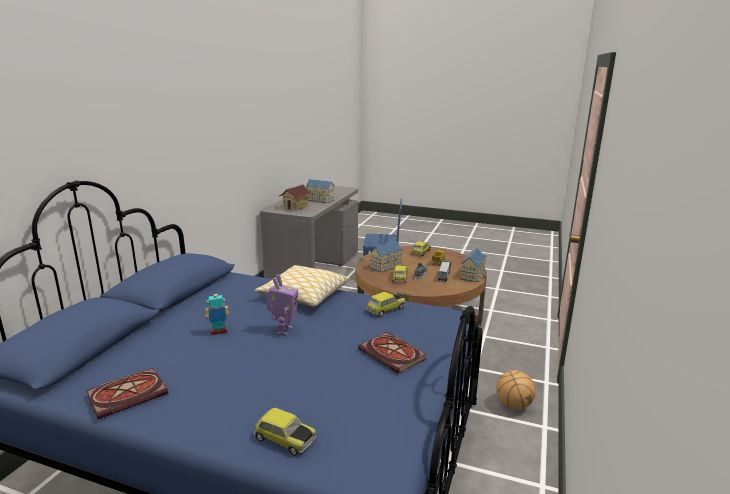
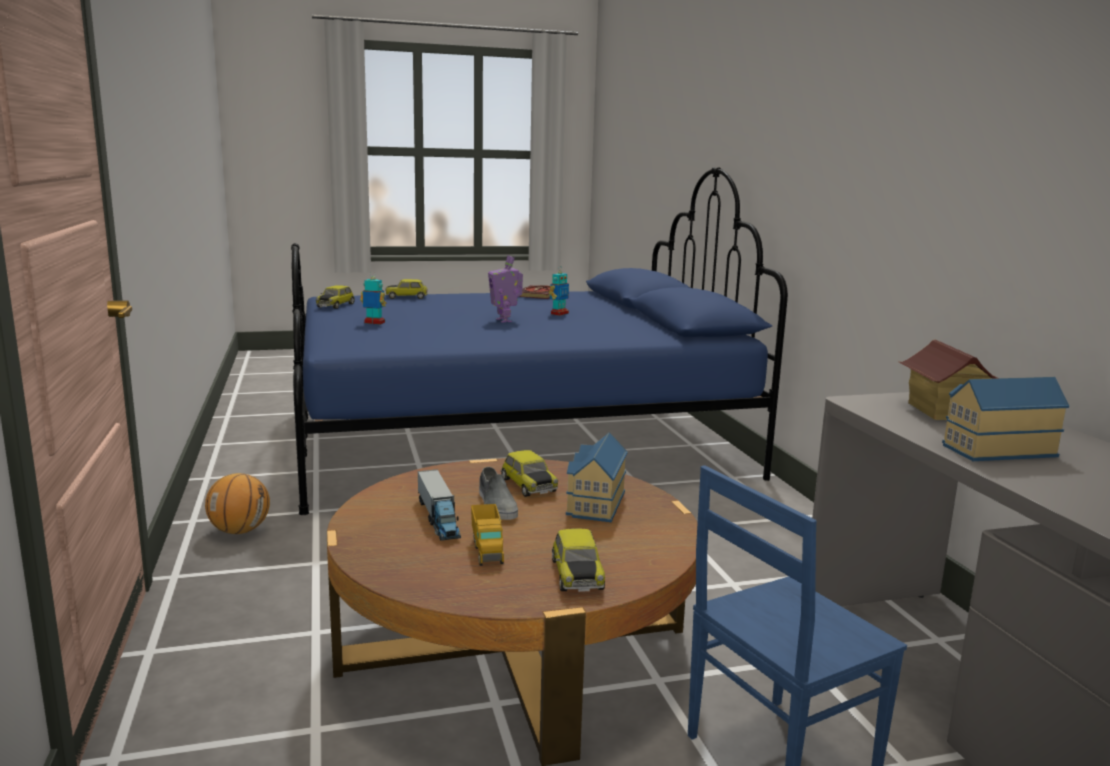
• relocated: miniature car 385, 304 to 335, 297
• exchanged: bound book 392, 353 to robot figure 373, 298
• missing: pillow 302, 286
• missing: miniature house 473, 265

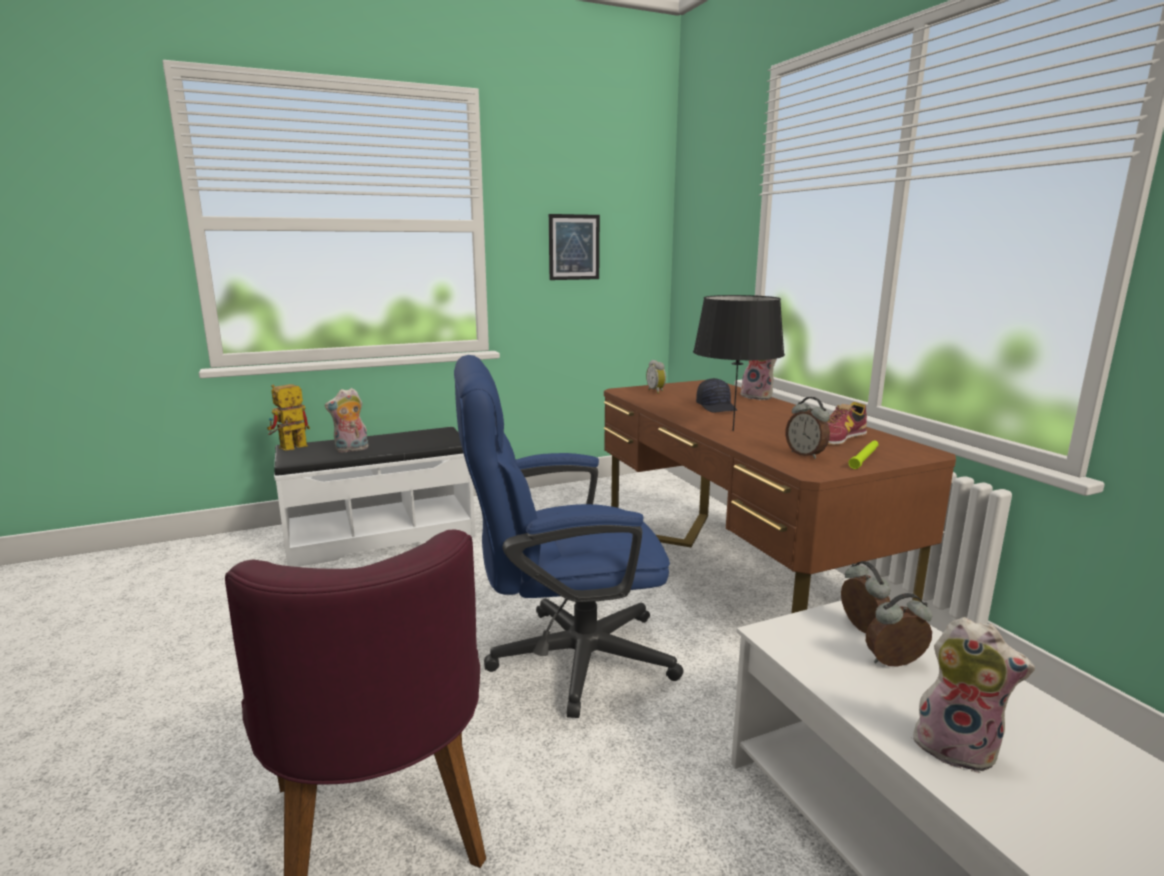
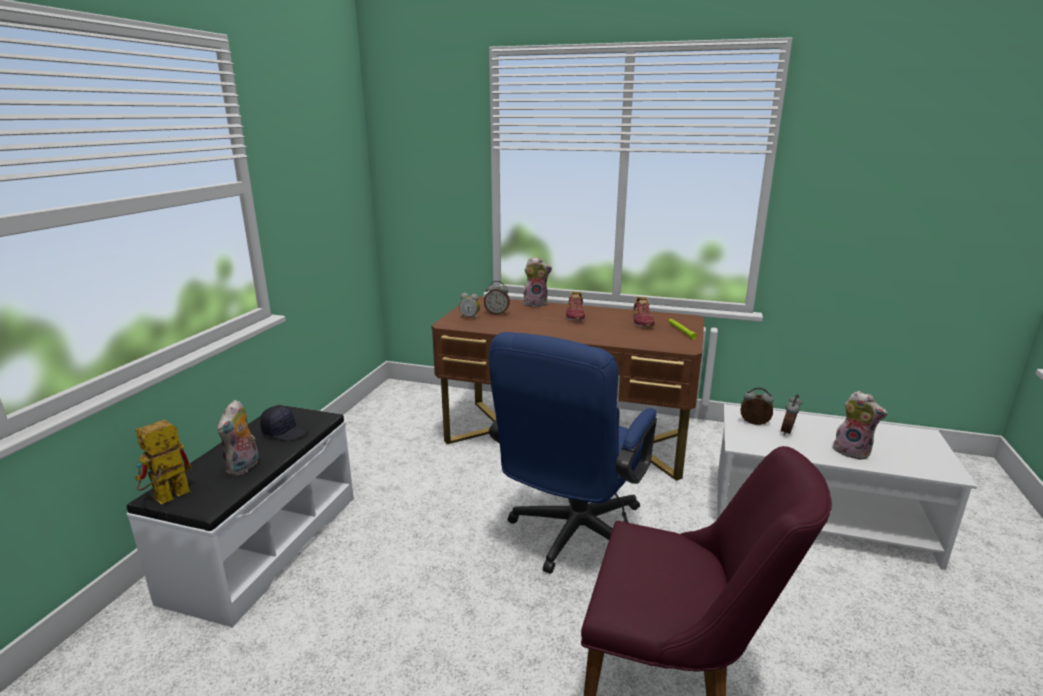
• spun: robot figure 288, 417 = 163, 462 45 degrees clockwise
• relocated: baseball cap in blackish 716, 395 to 283, 423
• relocated: bedside clock 807, 428 to 497, 298
• appeared: item of footwear 575, 306
• spun: plush toy 971, 695 = 860, 425 60 degrees clockwise
• missing: picture 574, 247
• missing: tabletop lamp in blackish 739, 363

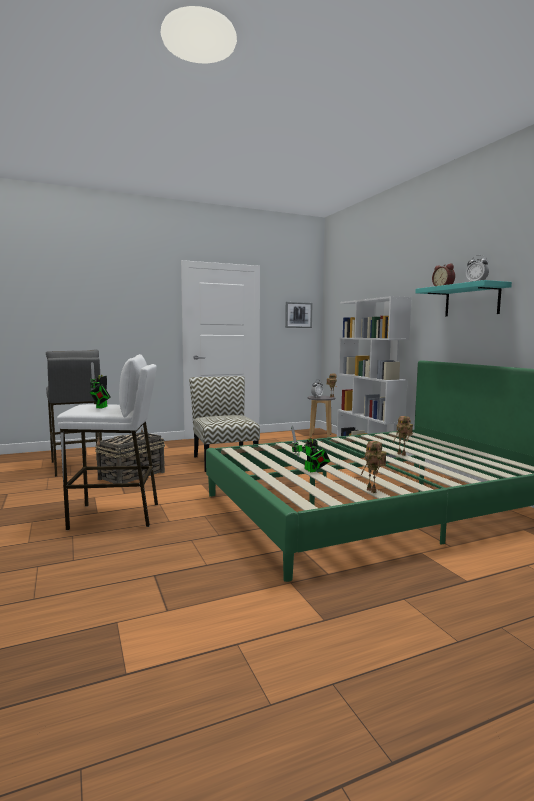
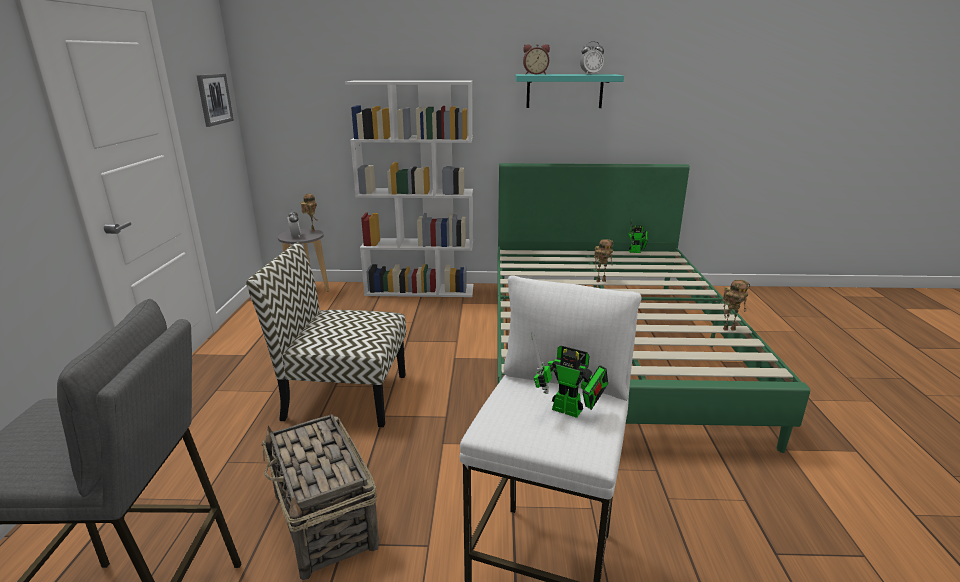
• relocated: robot figure 310, 449 to 638, 236

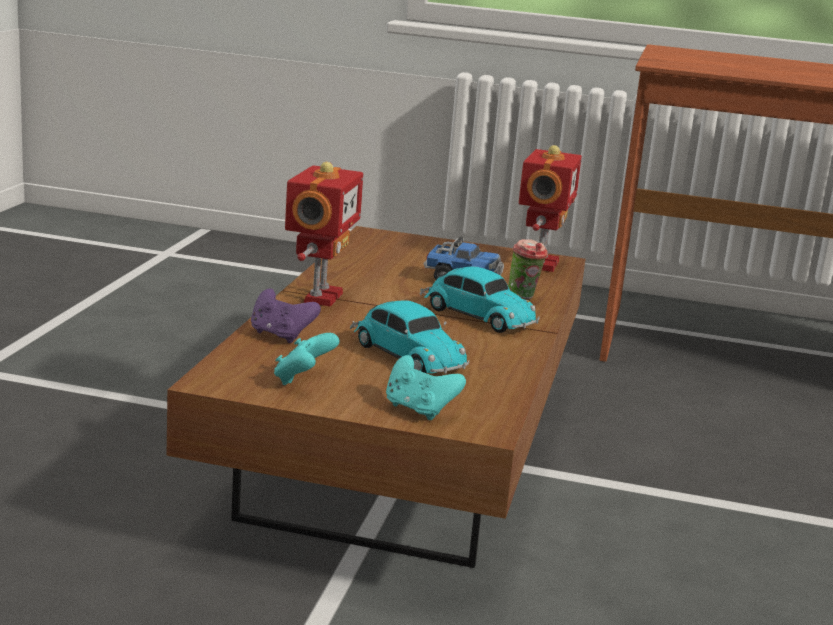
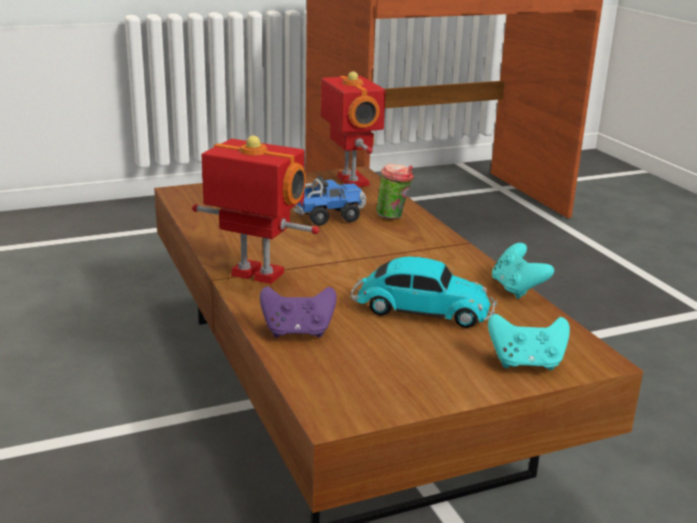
• spun: robot figure 324, 234 = 256, 210 45 degrees counterclockwise
• relocated: game controller in turquoise-coloured 306, 359 to 523, 271
• missing: miniature car 480, 299

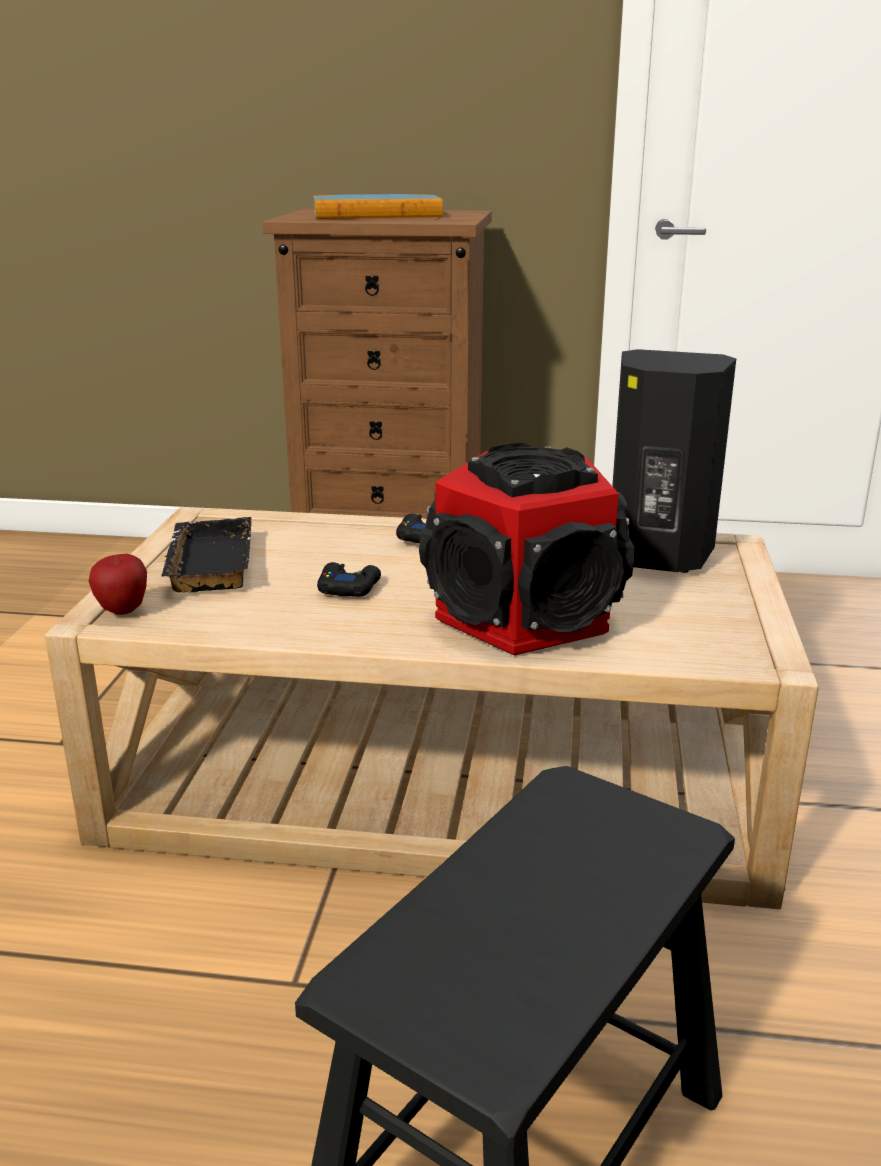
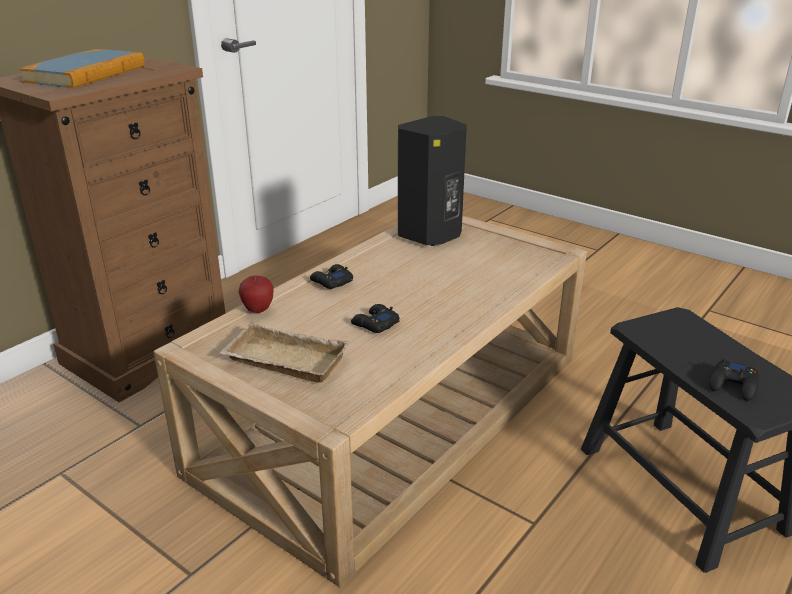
• colour: tray in blackish 206, 554 to tray in beige 284, 352
• relocated: whole apple 118, 584 to 256, 294
• appeared: game controller in blackish 734, 379
• missing: loudspeaker 526, 549

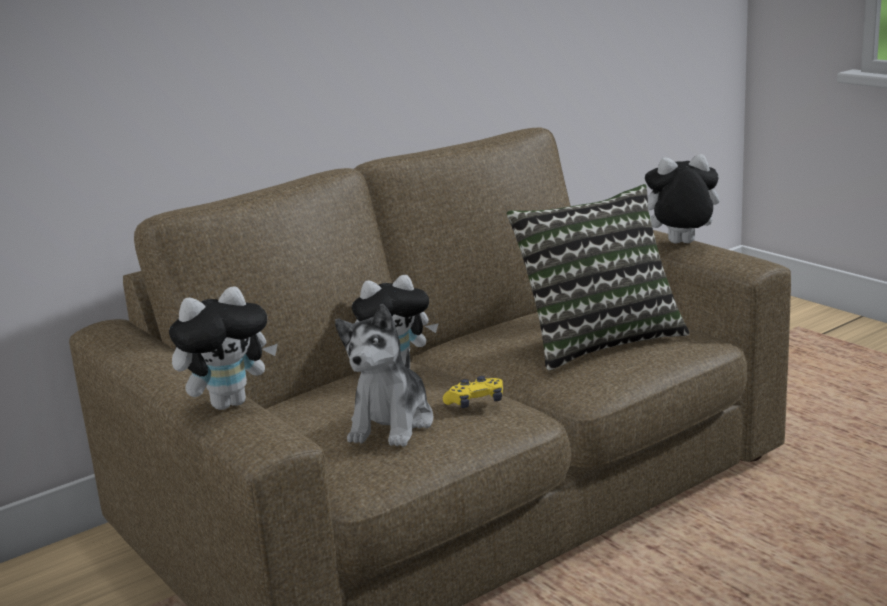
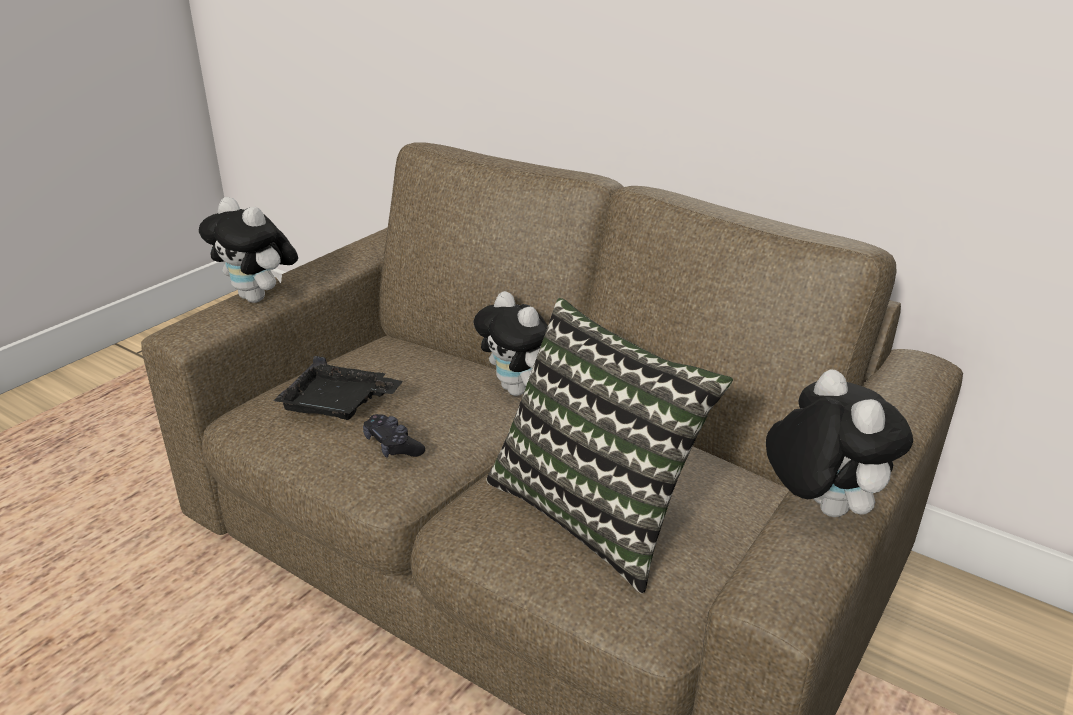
• exchanged: plush toy 384, 375 to tray in blackish 338, 388
• colour: game controller in yellowish 473, 392 to game controller in blackish 394, 436

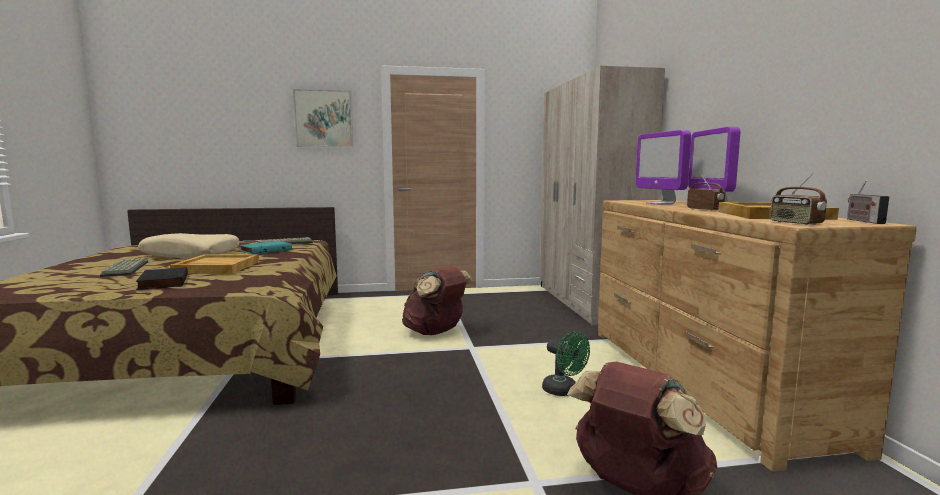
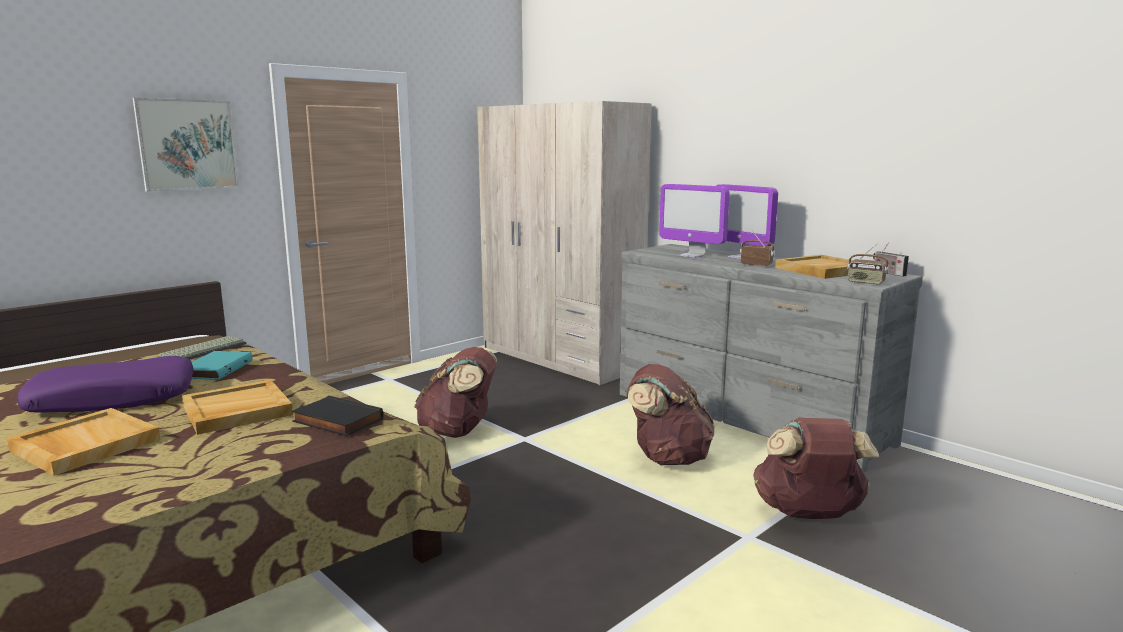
• exchanged: PC keyboard 124, 267 to tray in beige 84, 442
• colour: pillow in beige 189, 246 to pillow in purple-coloured 105, 384
• relocated: bound book in blackish 162, 278 to 338, 416
• colour: chest of drawers in brownish 757, 336 to chest of drawers in grey 771, 358
• exchanged: cooling fan in green 566, 363 to knapsack in brownish 671, 414

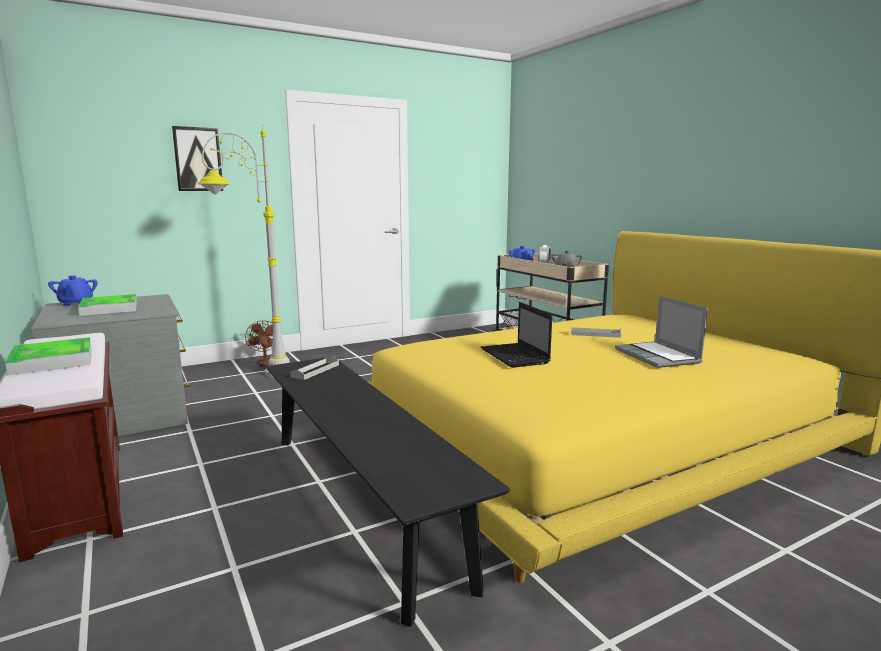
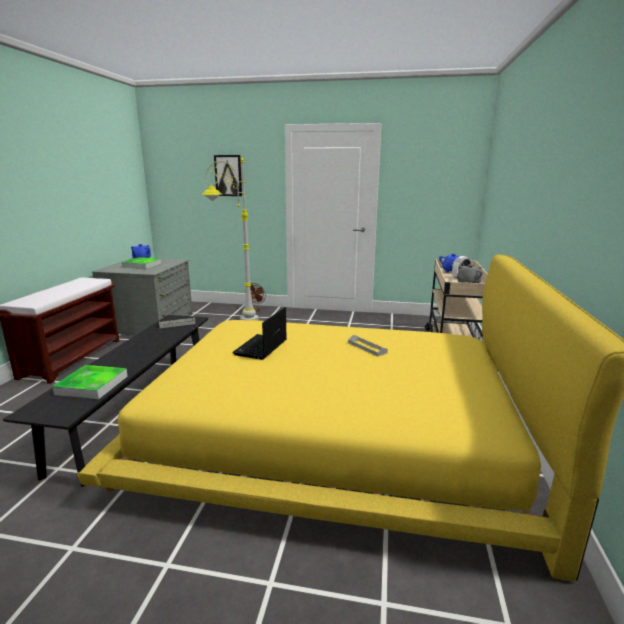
• relocated: tray 48, 356 to 90, 382
• missing: laptop 661, 331

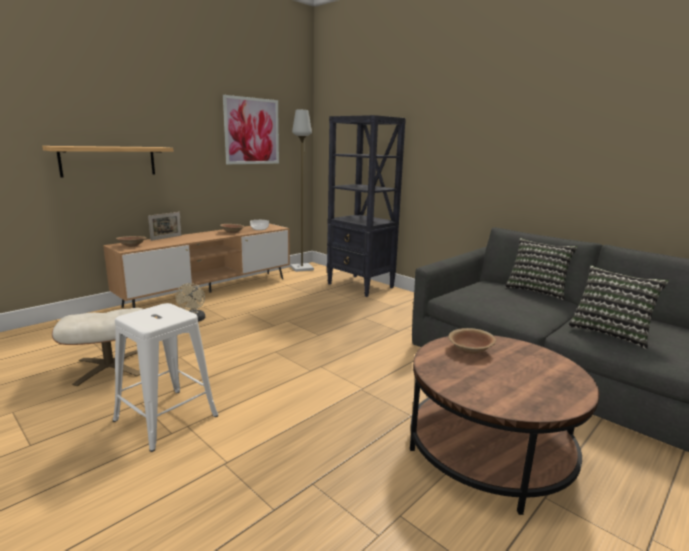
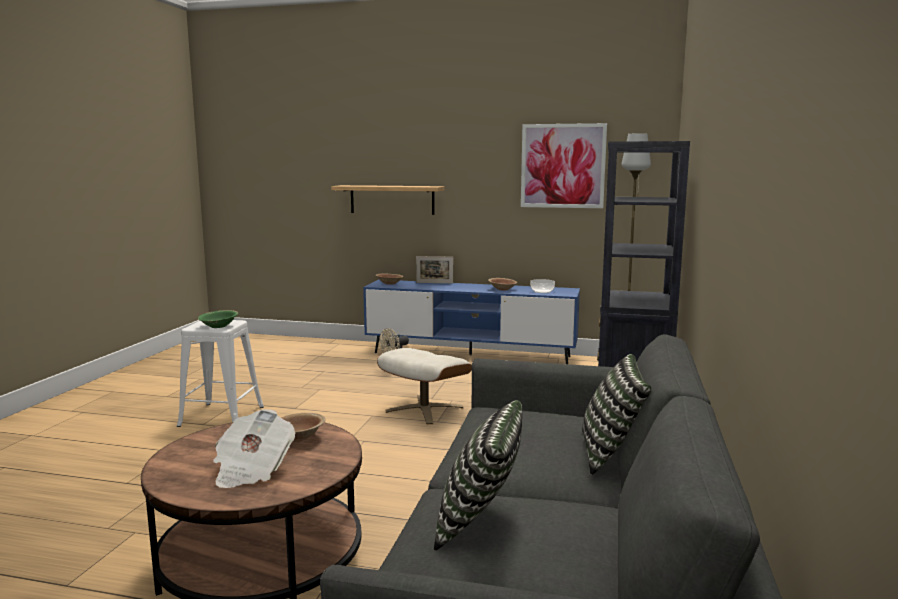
• appeared: serving bowl in green 218, 319
• appeared: printed paper 254, 448
• colour: tv unit in brownish 196, 266 to tv unit in bluish 471, 322
• relocated: ottoman in beige 97, 347 to 424, 386

